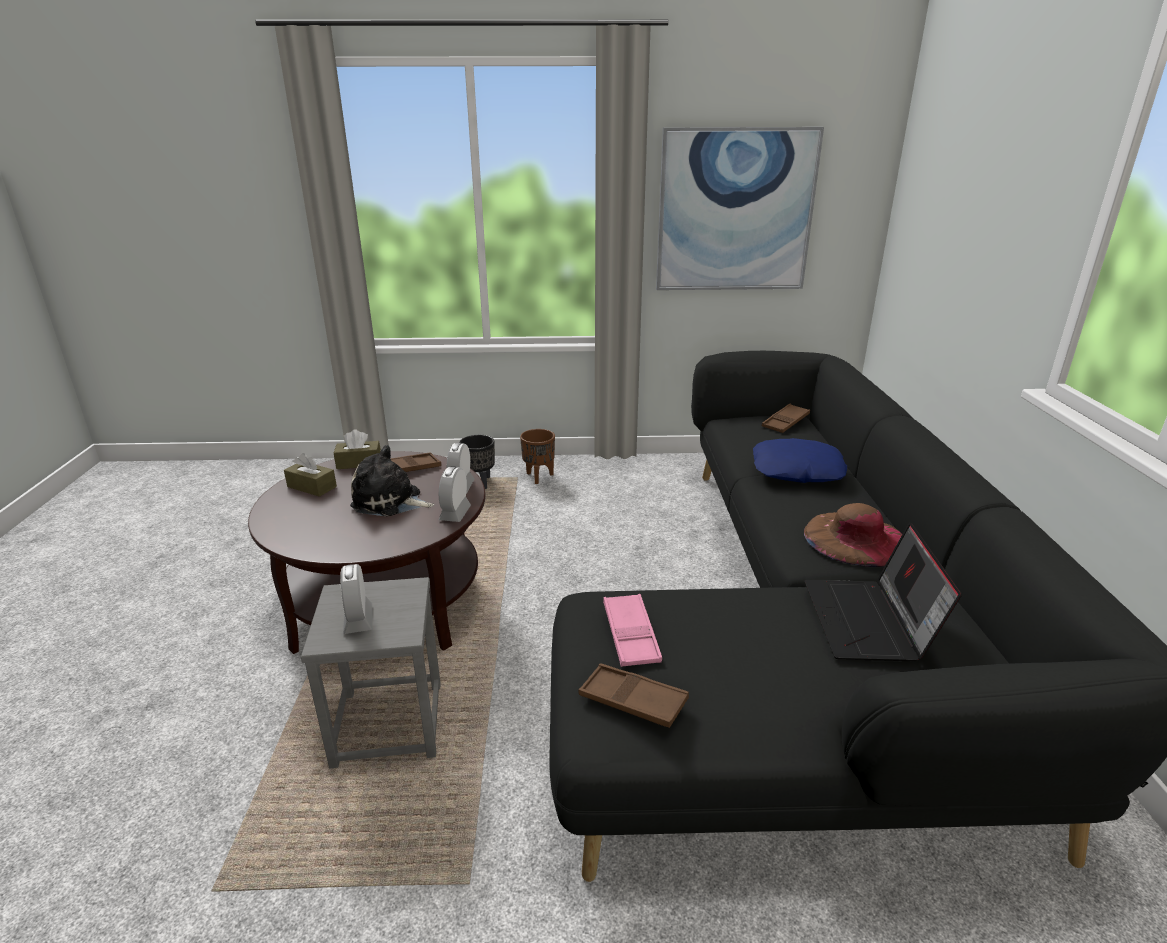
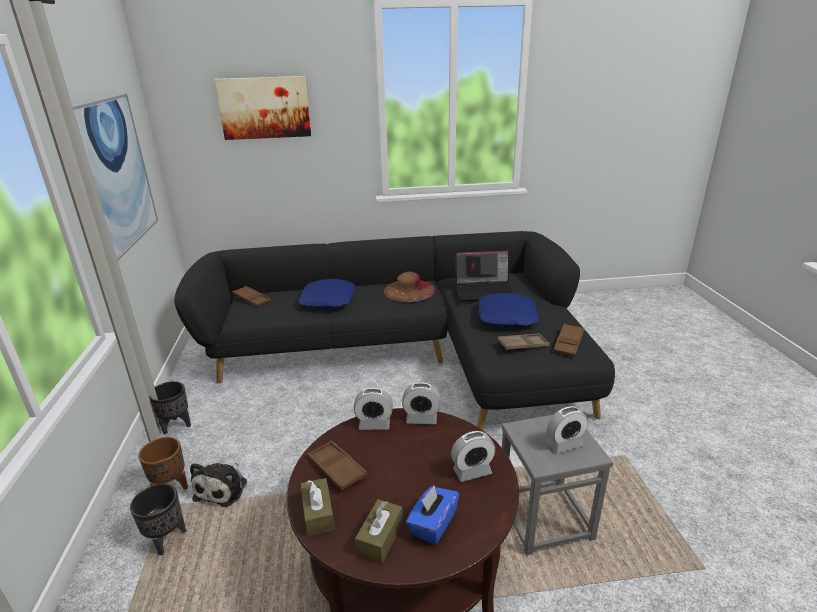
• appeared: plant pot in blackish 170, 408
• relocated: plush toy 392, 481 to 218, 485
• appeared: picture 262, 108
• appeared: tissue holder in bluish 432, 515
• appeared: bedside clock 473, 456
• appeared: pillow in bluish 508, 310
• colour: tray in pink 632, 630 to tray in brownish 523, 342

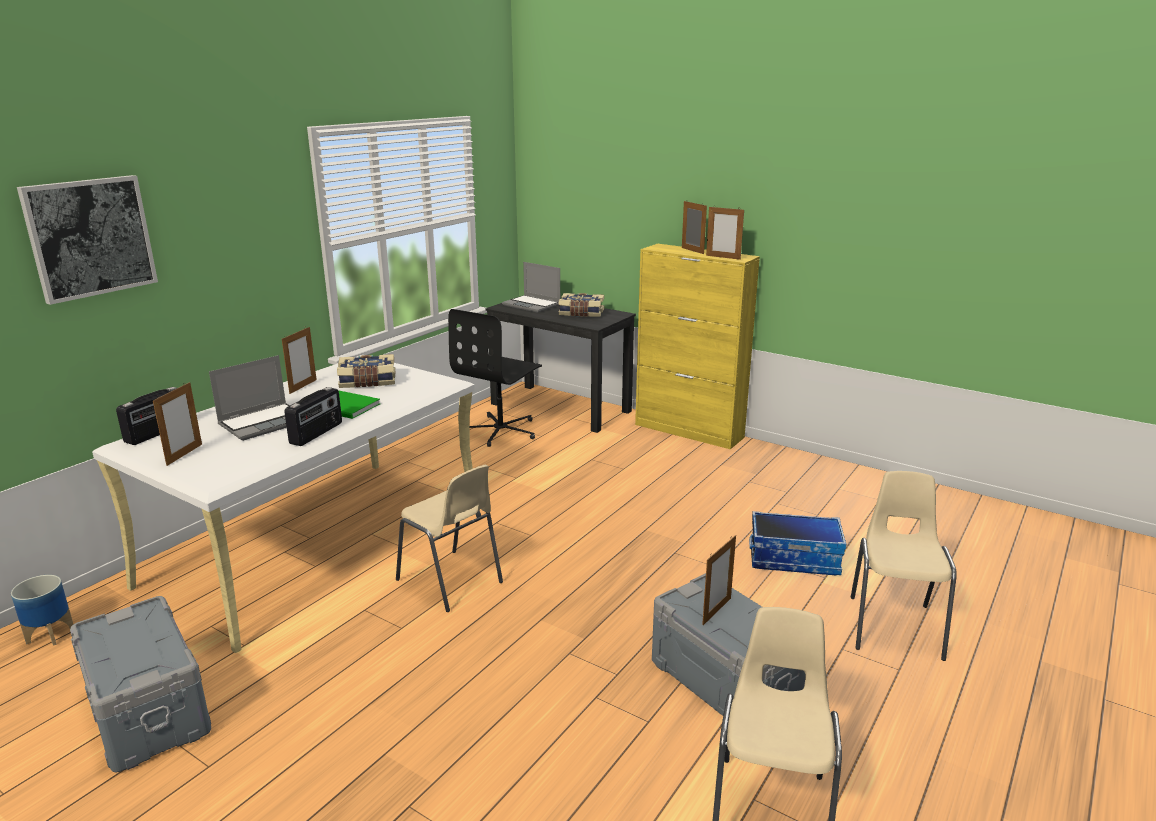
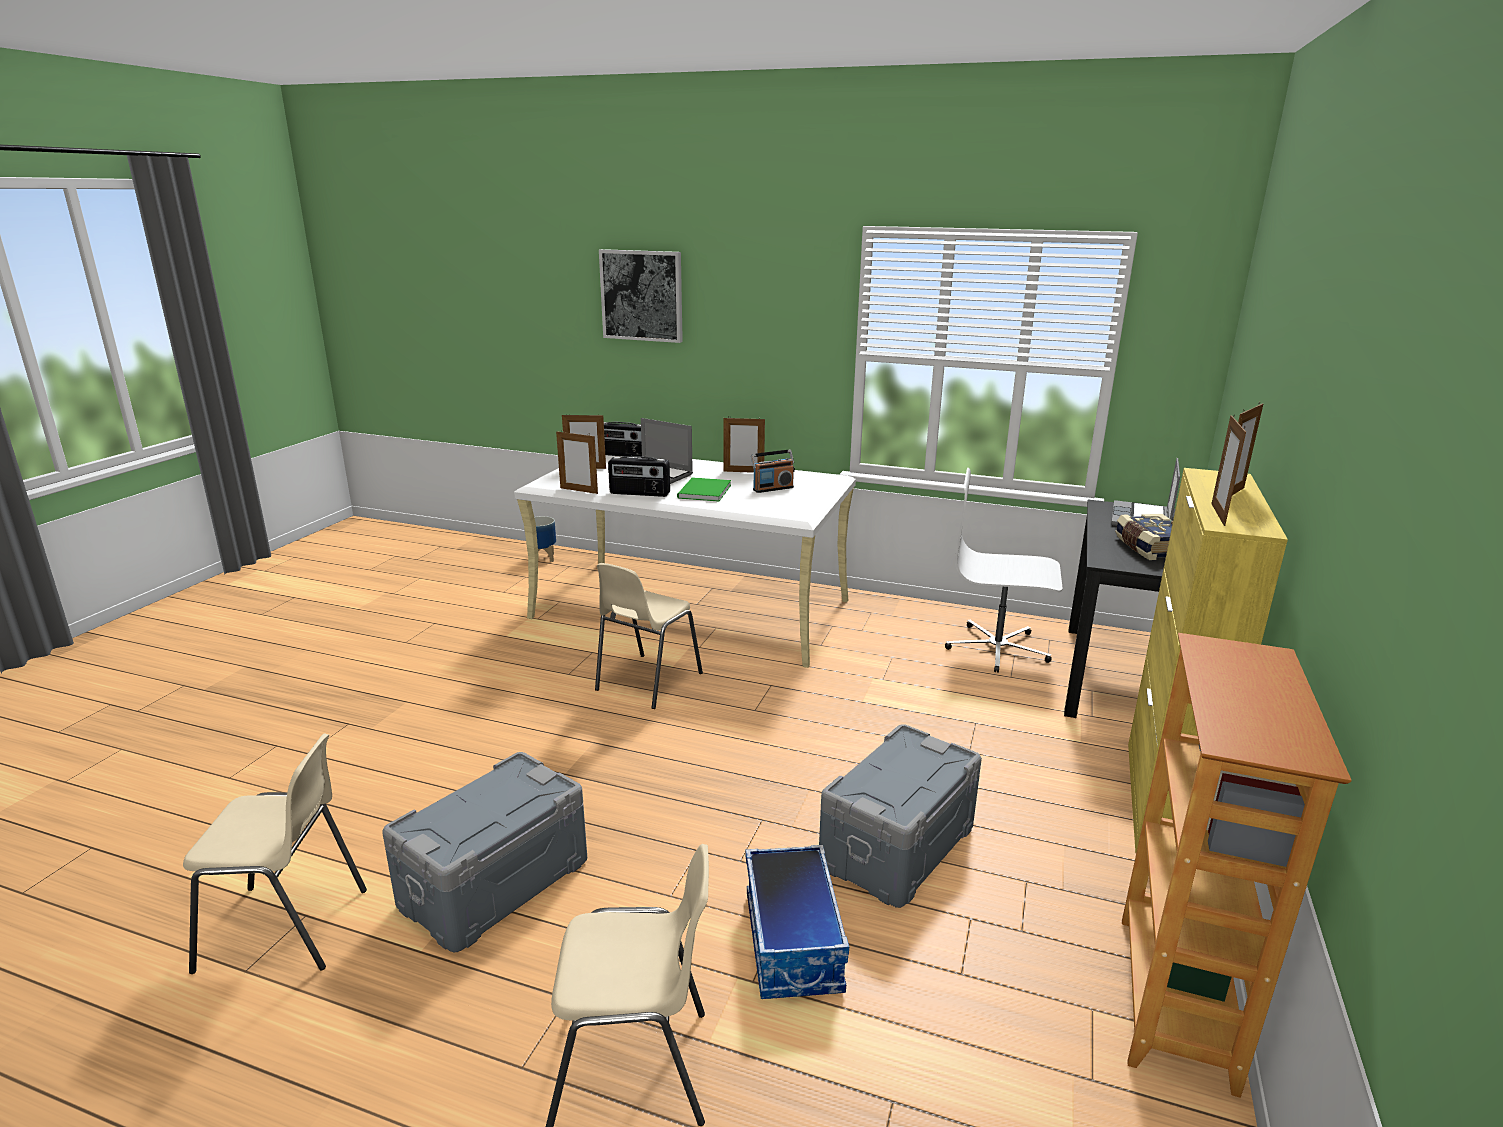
• relocated: picture frame 719, 580 to 577, 462
• exchanged: bound book 366, 371 to radio 773, 471
• relocated: storage container in grey 140, 684 to 900, 816
• colour: computer chair in blackish 495, 378 to computer chair in white 1003, 570
• appeared: shelving unit 1237, 865

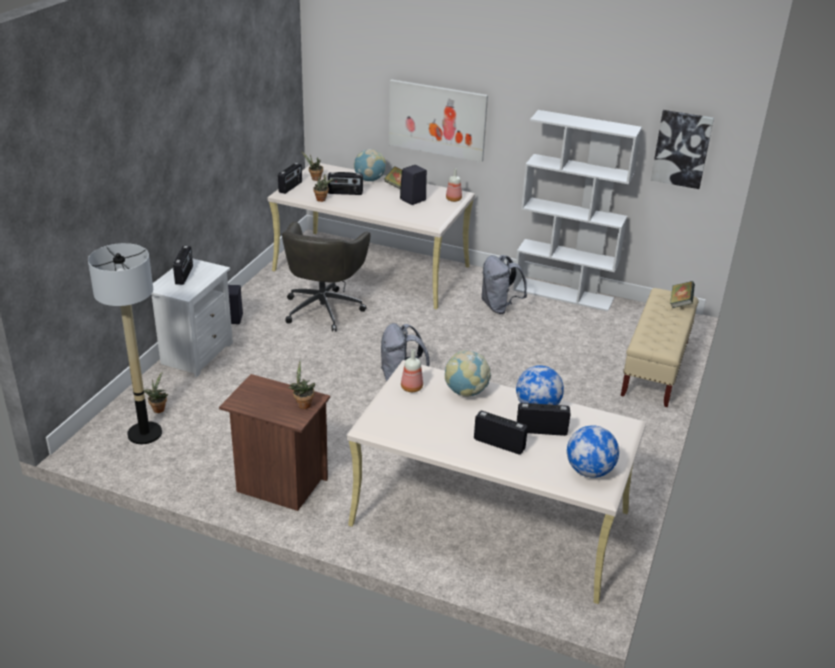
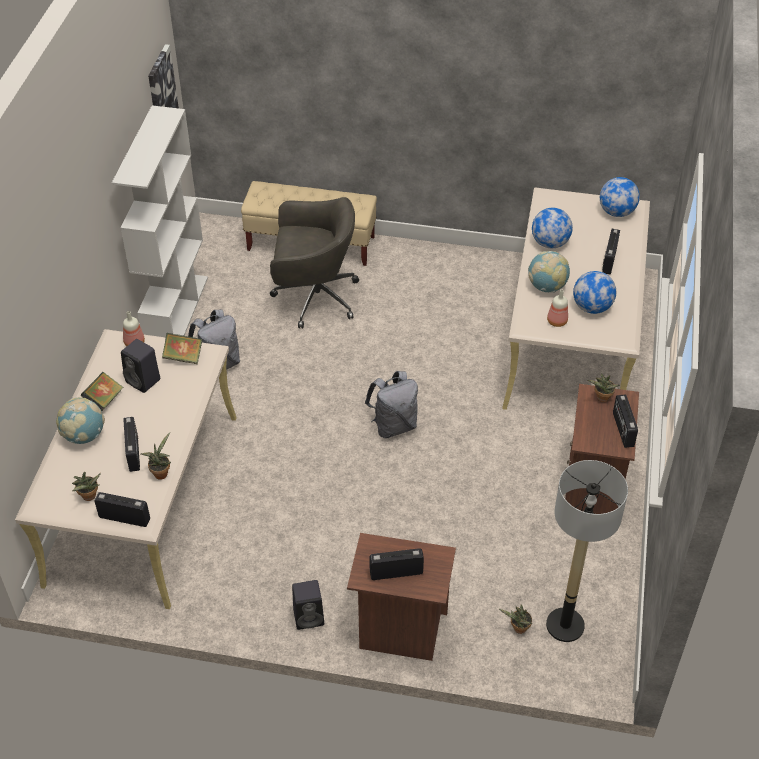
• relocated: bound book 682, 294 to 182, 348
• relocated: computer chair in grey 326, 276 to 314, 262
• colour: bedside table in white 192, 318 to bedside table in brownish 401, 597
• appeared: globe 594, 292
• relocated: radio 543, 419 to 625, 421
• missing: picture 438, 120

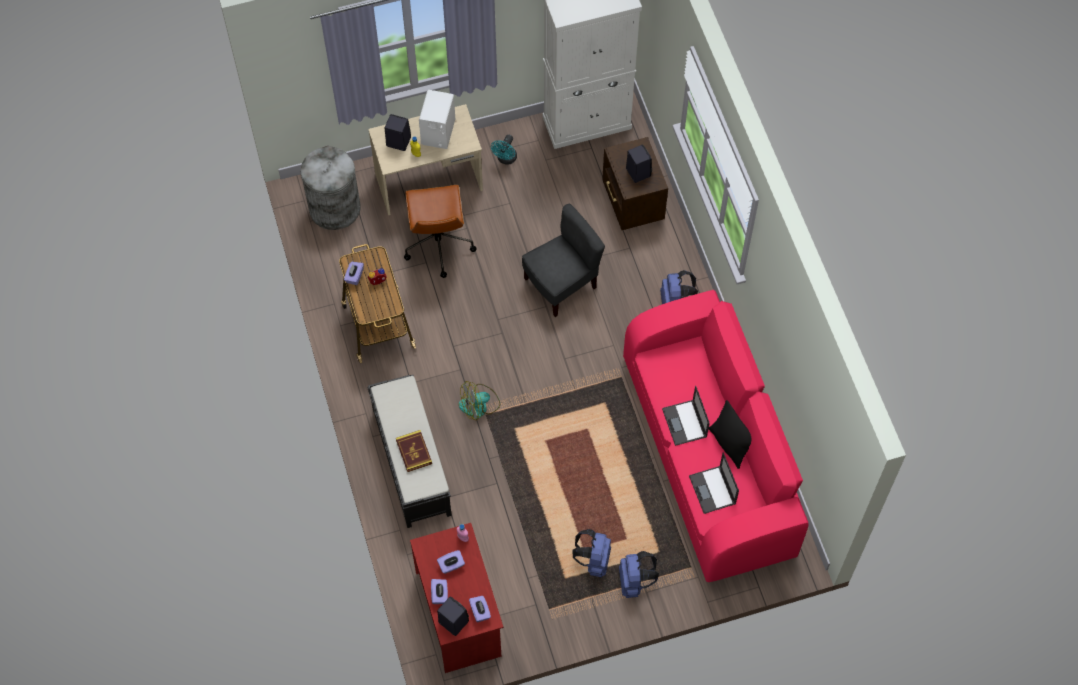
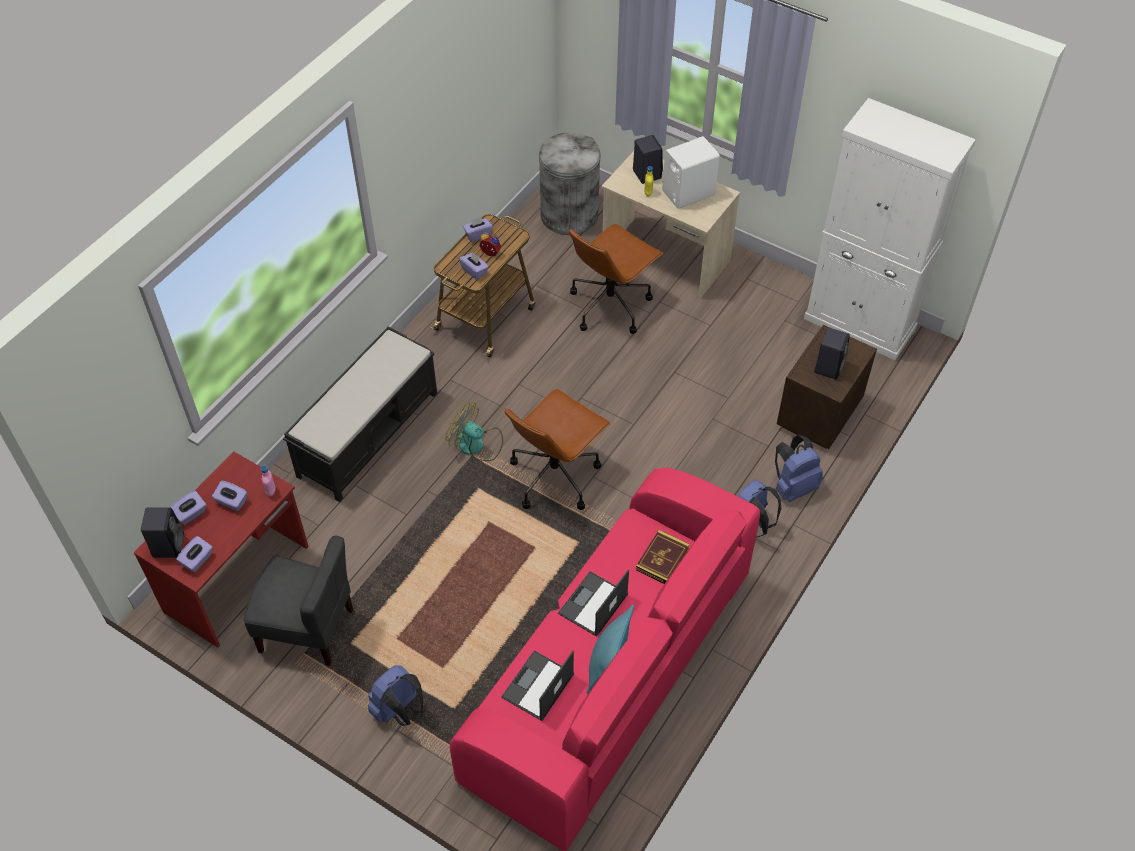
• relocated: upright chair in grey 563, 260 to 298, 601
• appeared: tissue holder in purple-coloured 474, 266
• appeared: computer chair in brownish 558, 449
• colour: pillow in blackish 730, 434 to pillow in turquoise-coloured 610, 649
• relocated: bound book 414, 451 to 662, 557
• relocated: knapsack in bluish 592, 553 to 799, 468
• missing: cooling fan in turquoise-coloured 504, 150

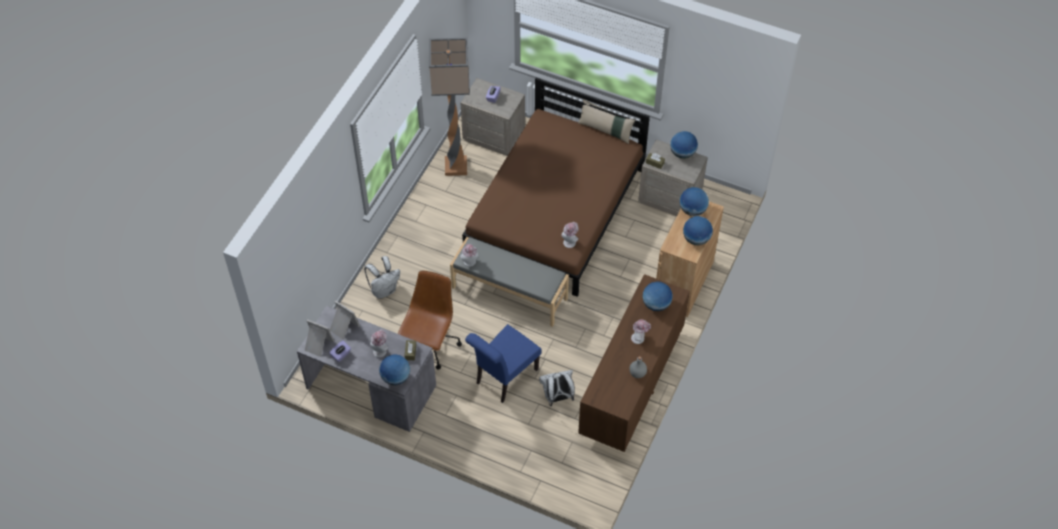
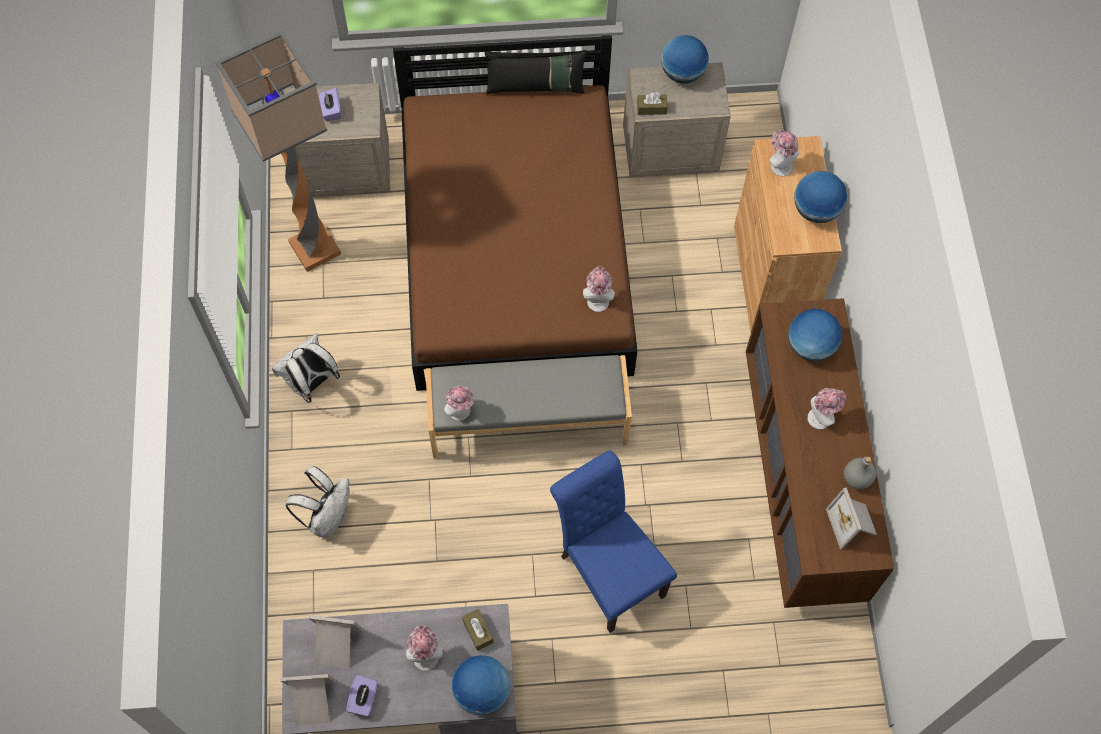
• relocated: knapsack in white 557, 388 to 306, 368
• colour: pillow in beige 607, 121 to pillow in blackish 536, 72
• spun: upright chair in bluish 503, 363 = 613, 542 135 degrees clockwise
• exchanged: globe 694, 201 to wearable hat 784, 152
• appeared: picture frame 851, 518
• missing: computer chair in brownish 429, 320

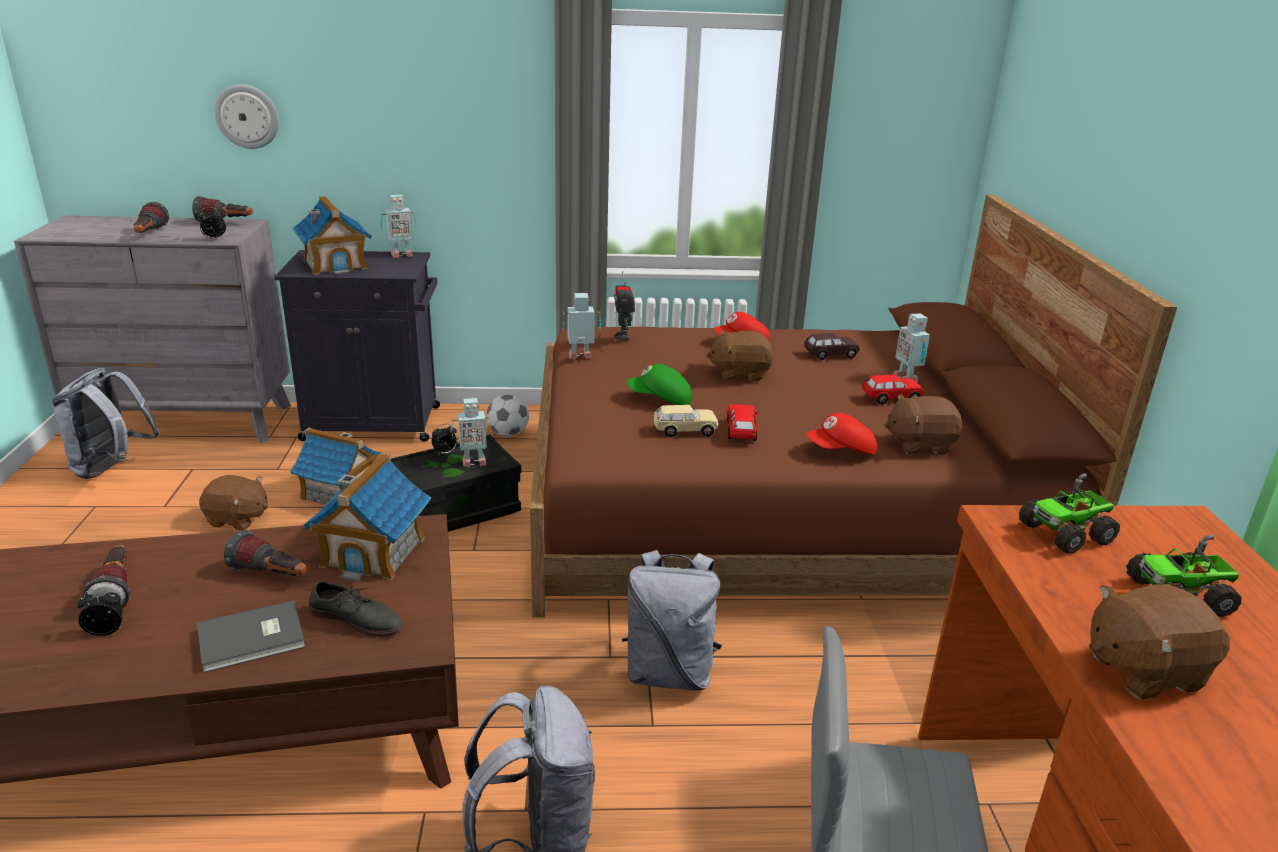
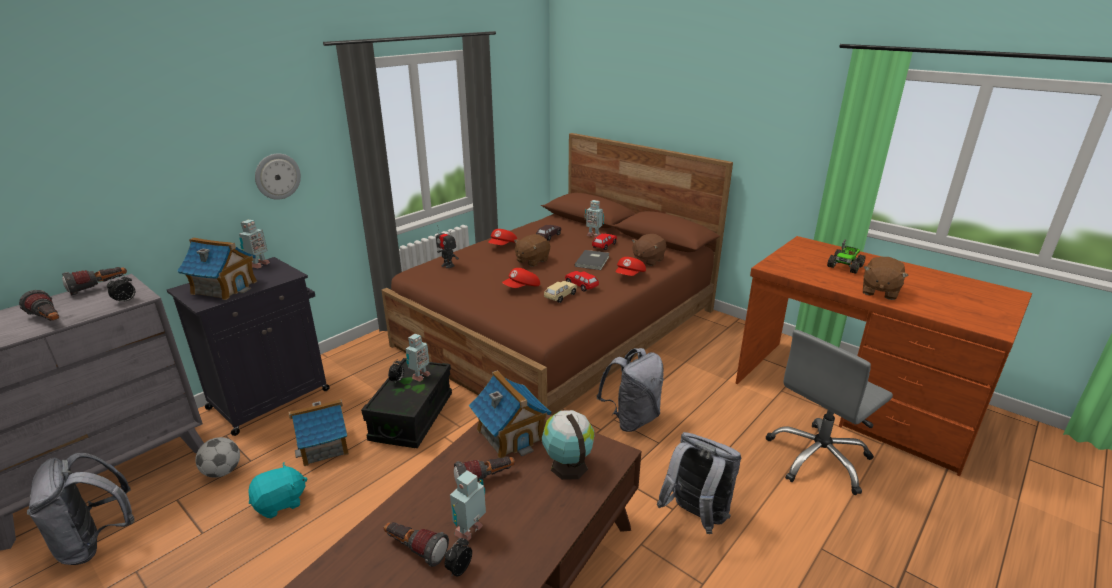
• relocated: football 508, 415 to 217, 457
• colour: plush toy in brownish 233, 502 to plush toy in turquoise-coloured 278, 490
• relocated: hanging clock 246, 116 to 278, 176
• relocated: robot figure 581, 326 to 468, 505
• colour: baseball cap in green 659, 384 to baseball cap in red-coloured 521, 278
• exchanged: item of footwear in grey 355, 609 to globe 568, 445
• relocated: bound book in grey 251, 636 to 592, 260
• missing: toy truck 1069, 513

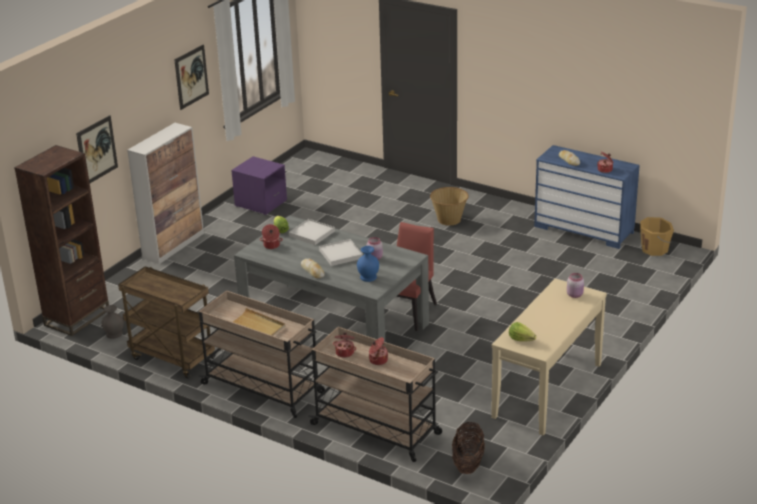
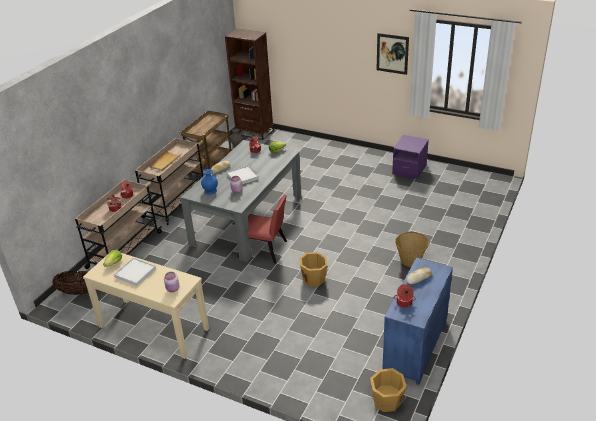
• relocated: tray in white 312, 232 to 135, 272
• appeared: pail in orange 314, 269
• missing: picture 97, 149
• missing: cabinet 165, 193

